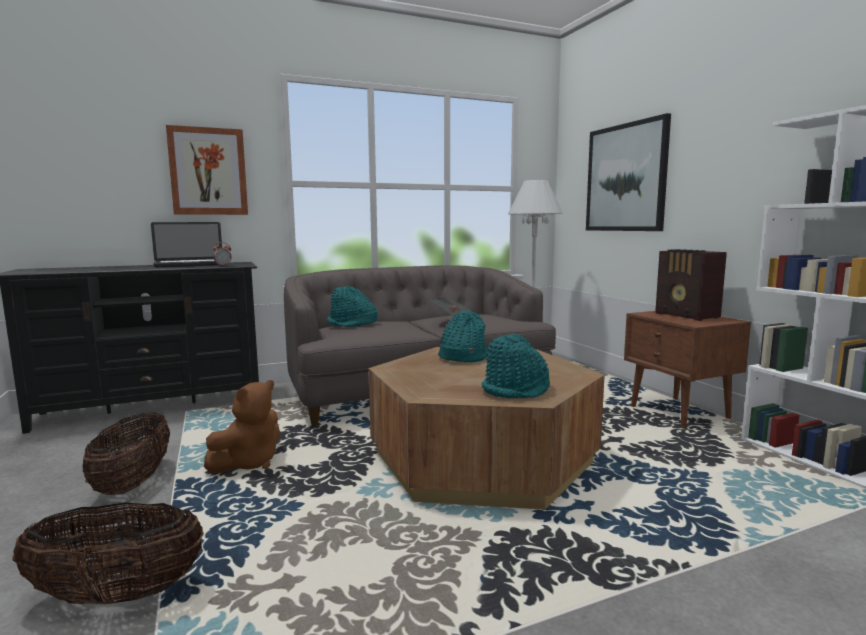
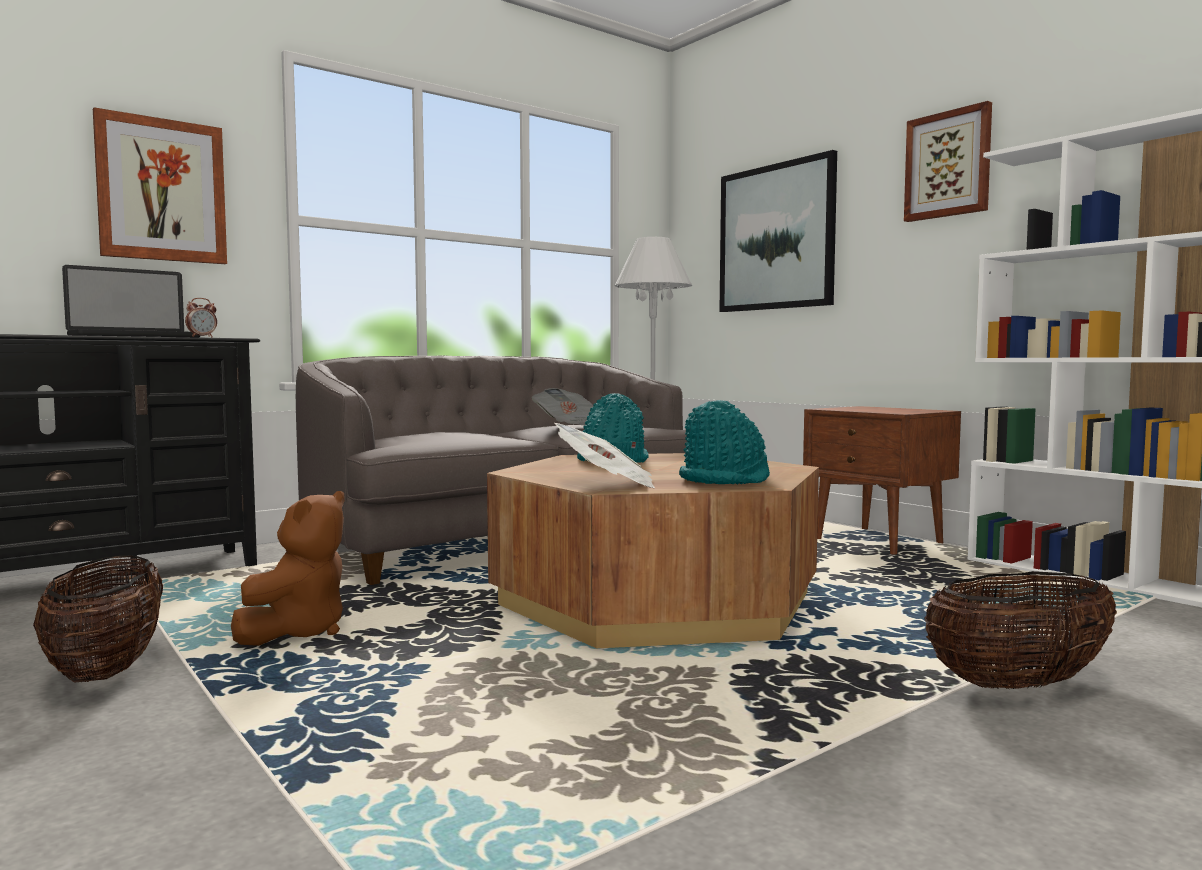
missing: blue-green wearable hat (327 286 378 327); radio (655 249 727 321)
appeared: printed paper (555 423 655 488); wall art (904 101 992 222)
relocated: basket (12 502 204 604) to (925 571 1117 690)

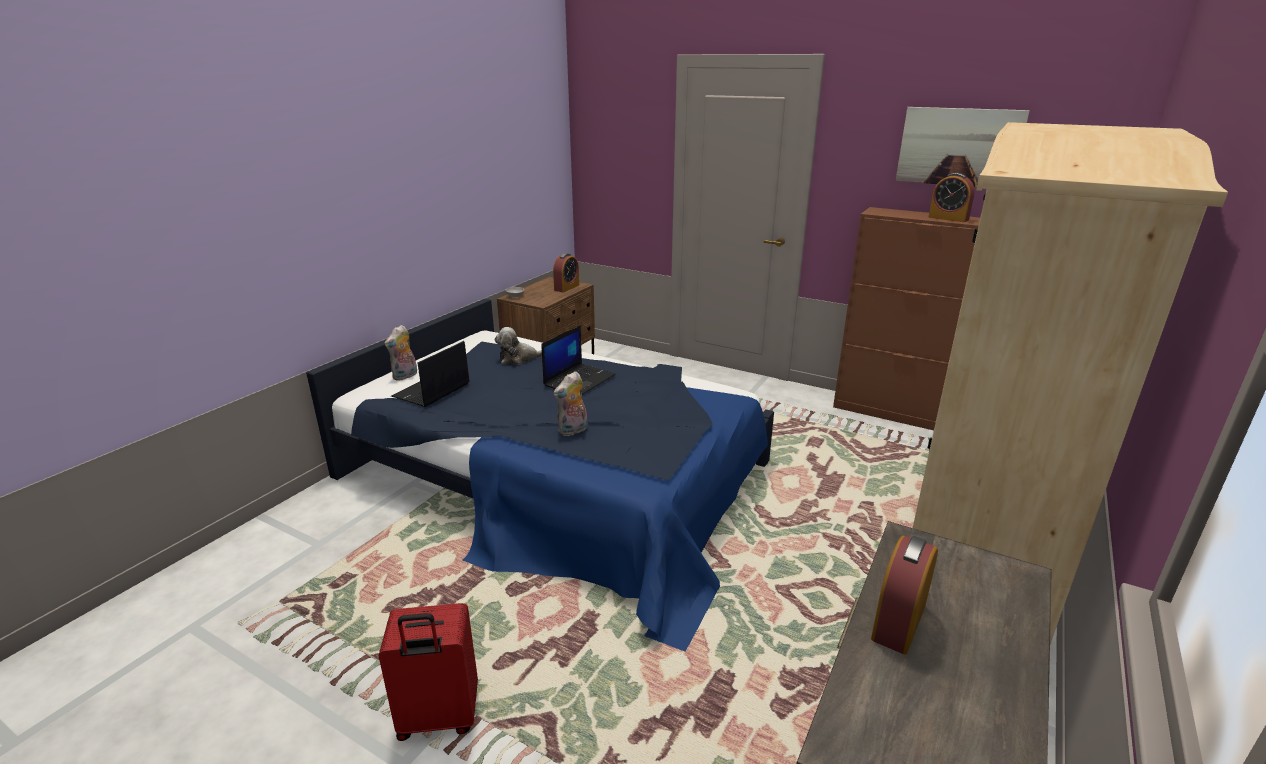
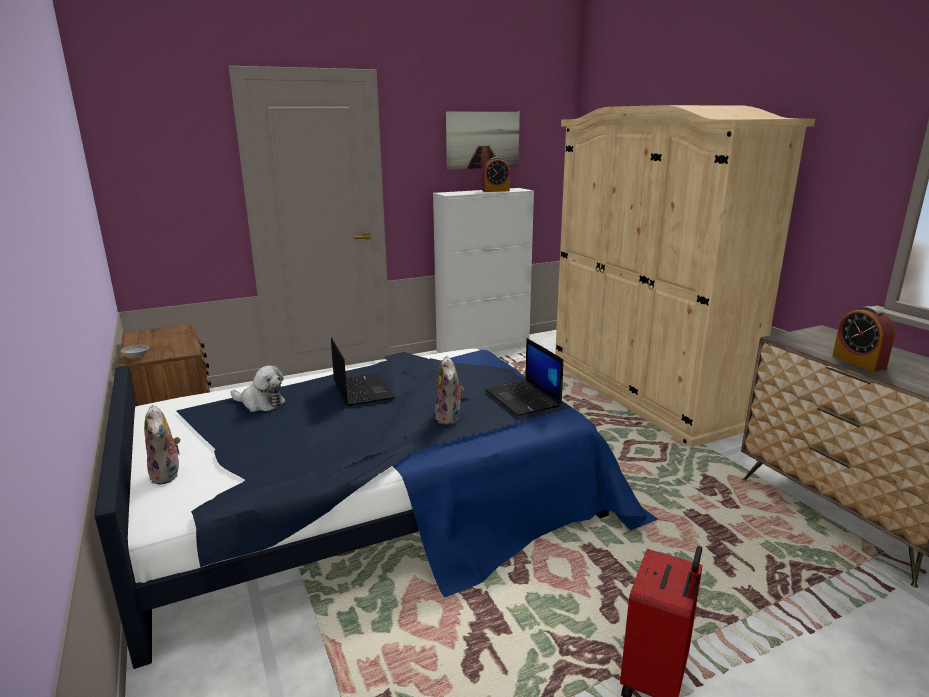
missing: table clock (553 253 579 292)
relocated: portable computer (391 341 470 407) to (485 338 563 416)
colour: brownish storage cabinet (833 207 980 430) to white storage cabinet (433 188 534 353)
spun: cuddly toy (495 327 542 365) = (230 365 286 412) 90 degrees counterclockwise

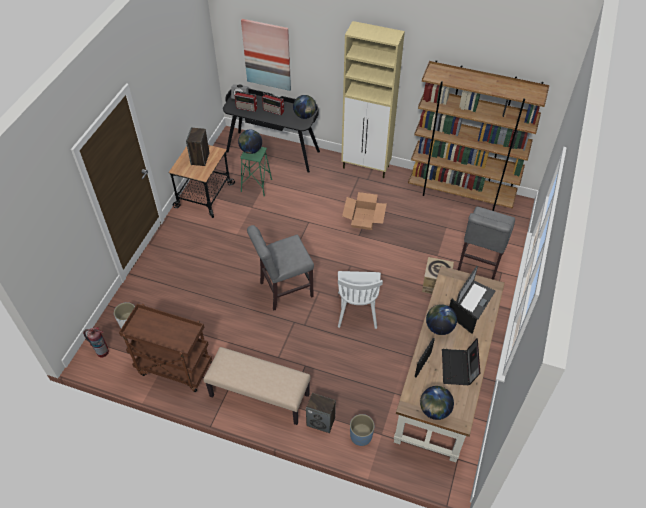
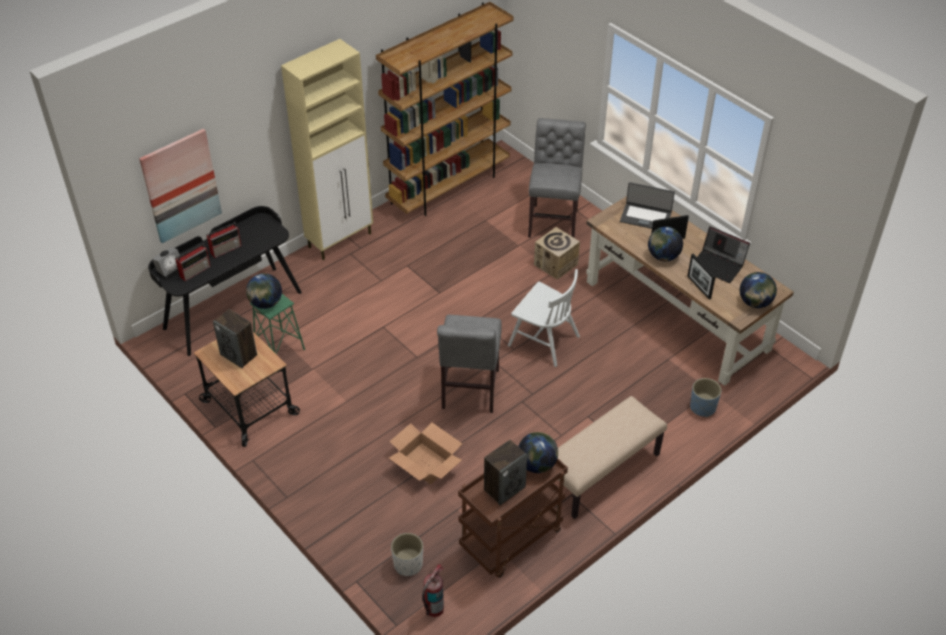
relocated: world globe (293 95 316 119) to (518 432 558 473); audio speaker (306 393 336 433) to (484 440 527 505); cardboard box (342 192 387 230) to (389 422 462 485)
spun: portable computer (456 266 495 319) = (620 182 675 229) 135 degrees clockwise; greyish chair (458 207 515 280) = (528 118 586 238) 135 degrees counterclockwise

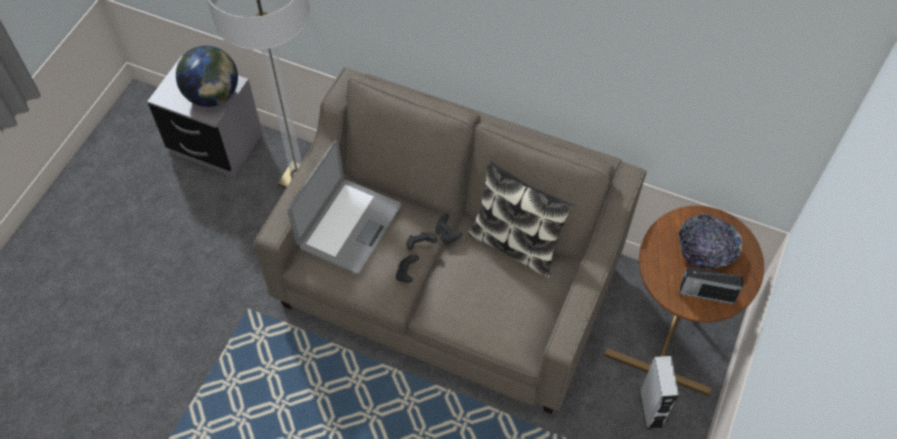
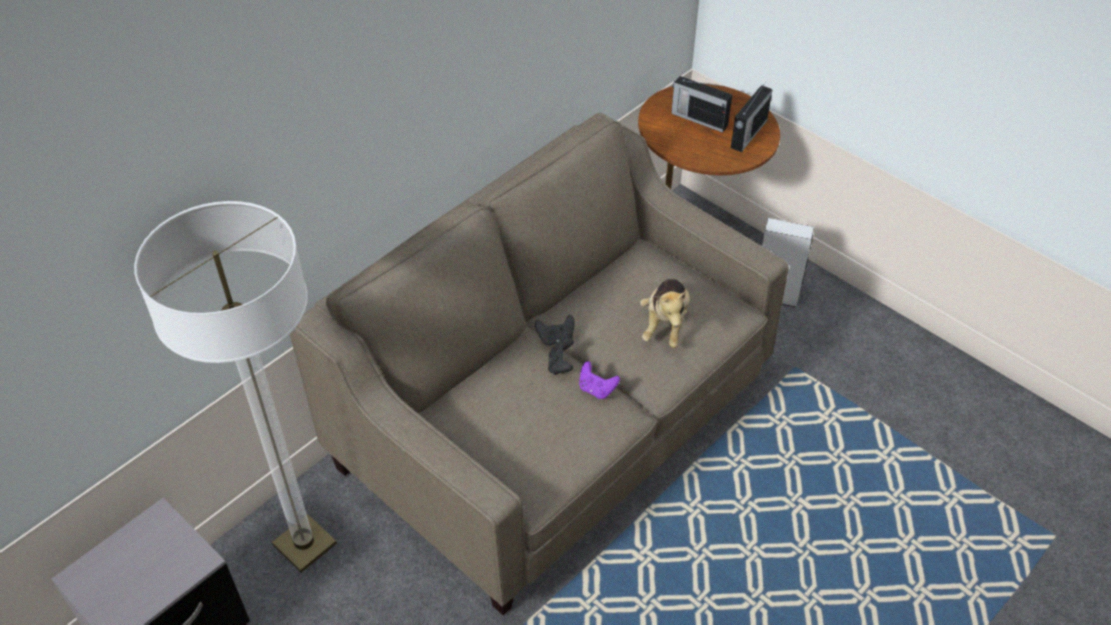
missing: world globe (176 46 238 107); portable computer (287 140 401 274); cushion (468 161 575 278)
appeared: cuddly toy (640 279 690 348)
exchanged: serving bowl (679 214 743 270) to radio (671 76 732 133)
colour: blackish gamepad (396 255 419 283) to purple gamepad (579 361 620 399)

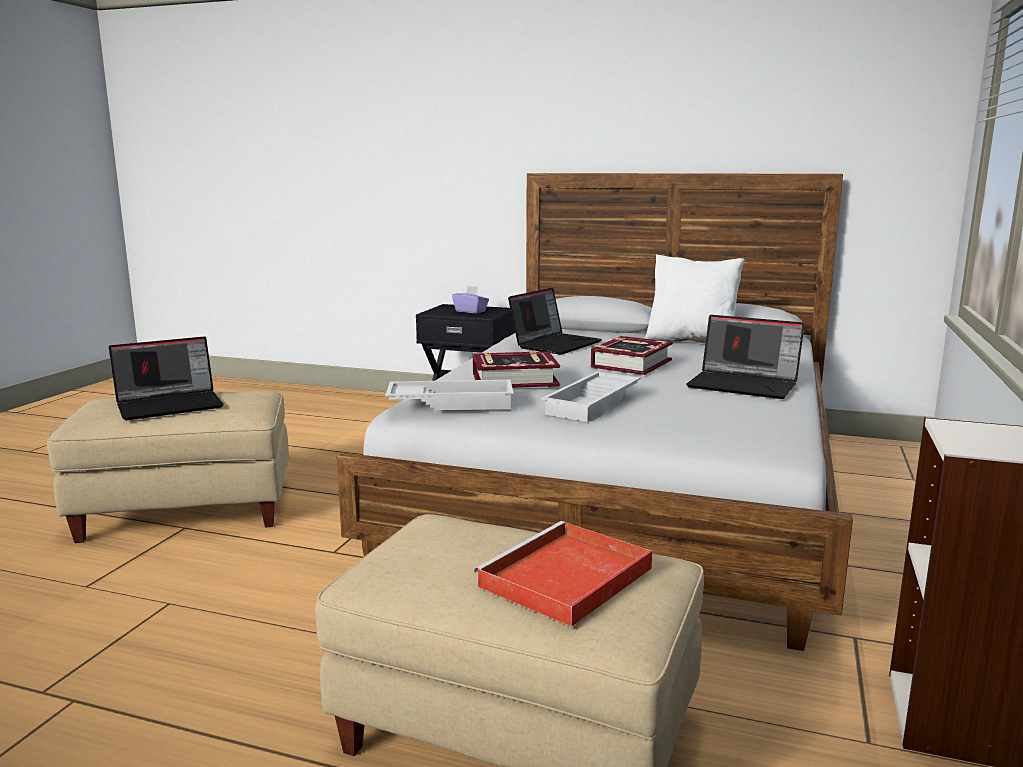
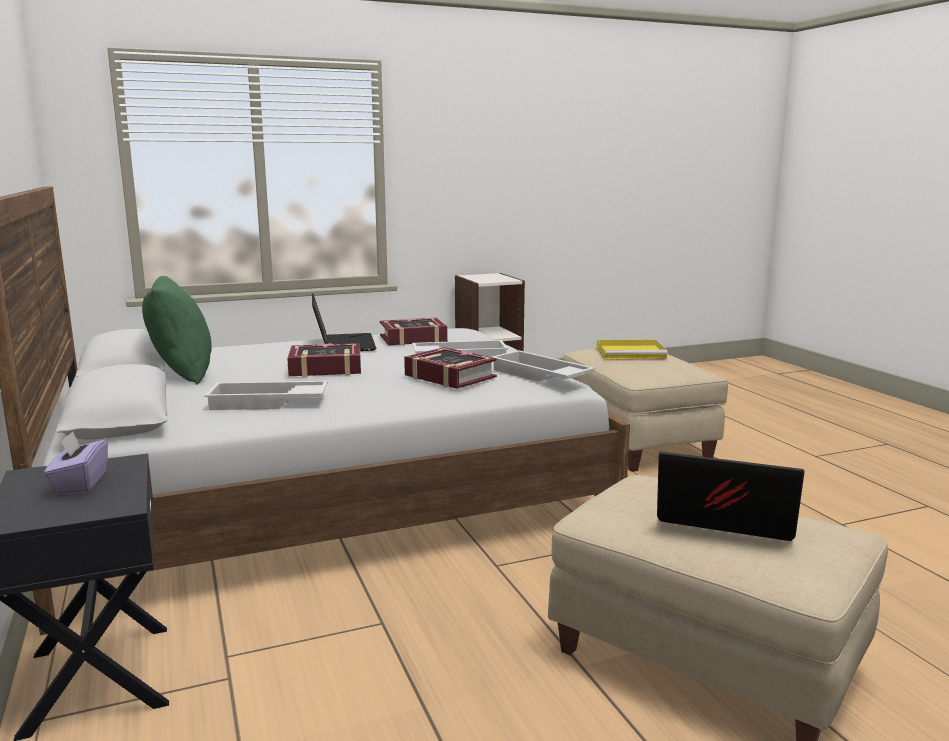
appeared: volume (380 318 448 346)
exchanged: portable computer (508 288 602 355) to white carrying tray (204 381 328 410)
colour: red carrying tray (474 521 652 627) to yellowish carrying tray (597 340 668 359); white cushion (644 254 745 343) to greenish cushion (142 276 212 385)

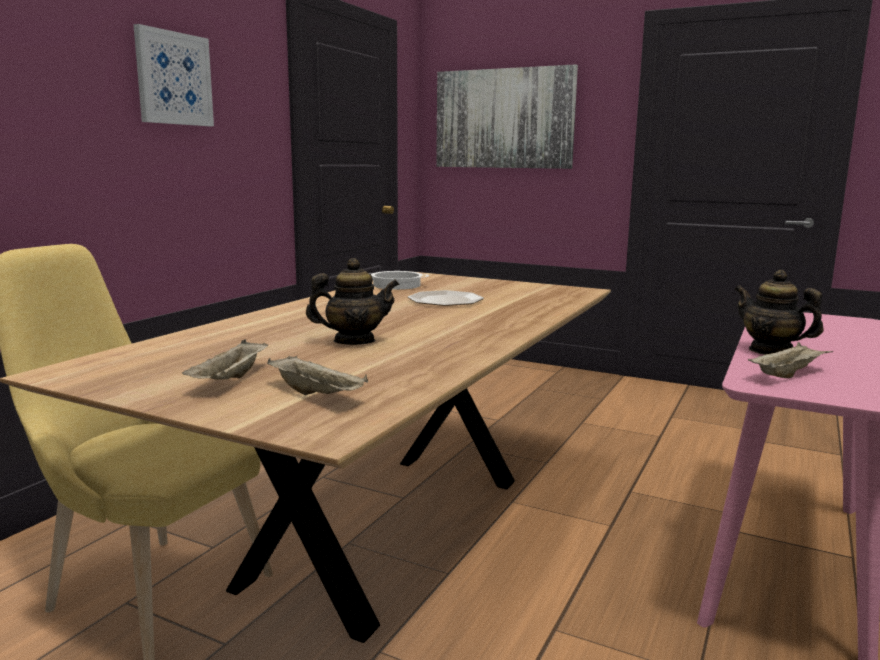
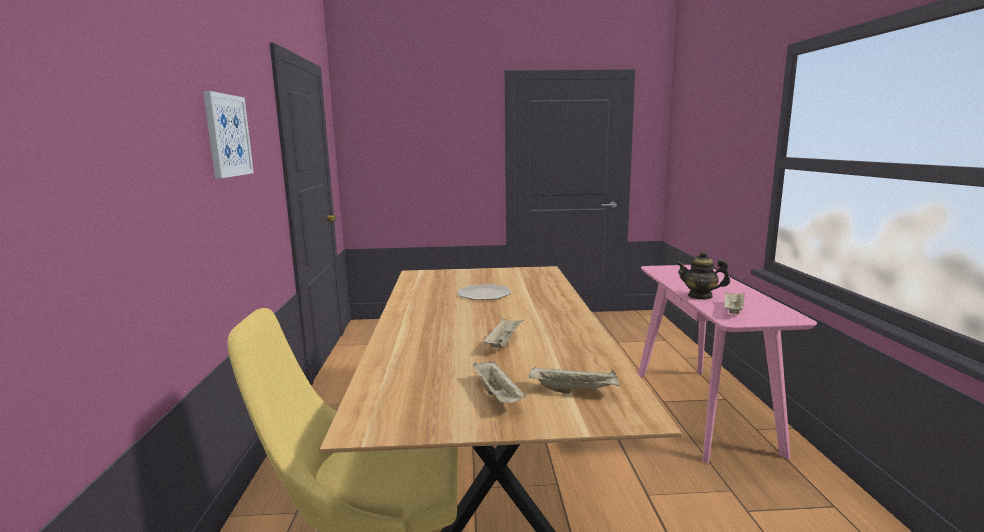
missing: stockpot (371 271 429 290); wall art (436 64 578 169)
exchanged: teapot (306 258 399 345) to beige carrying tray (483 317 523 348)

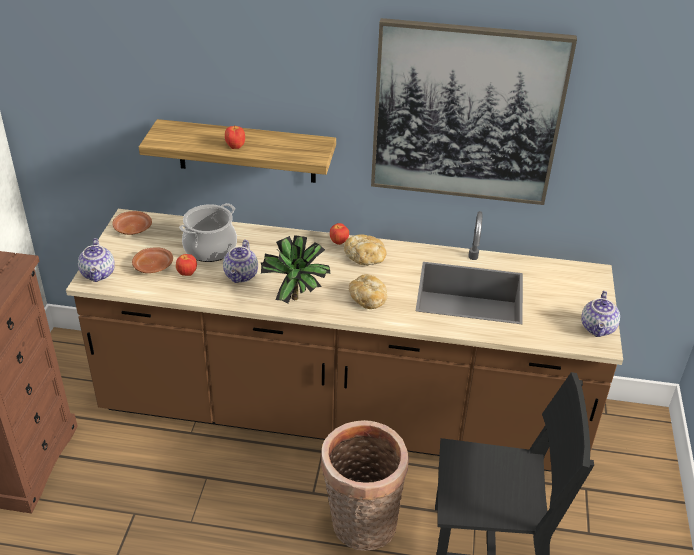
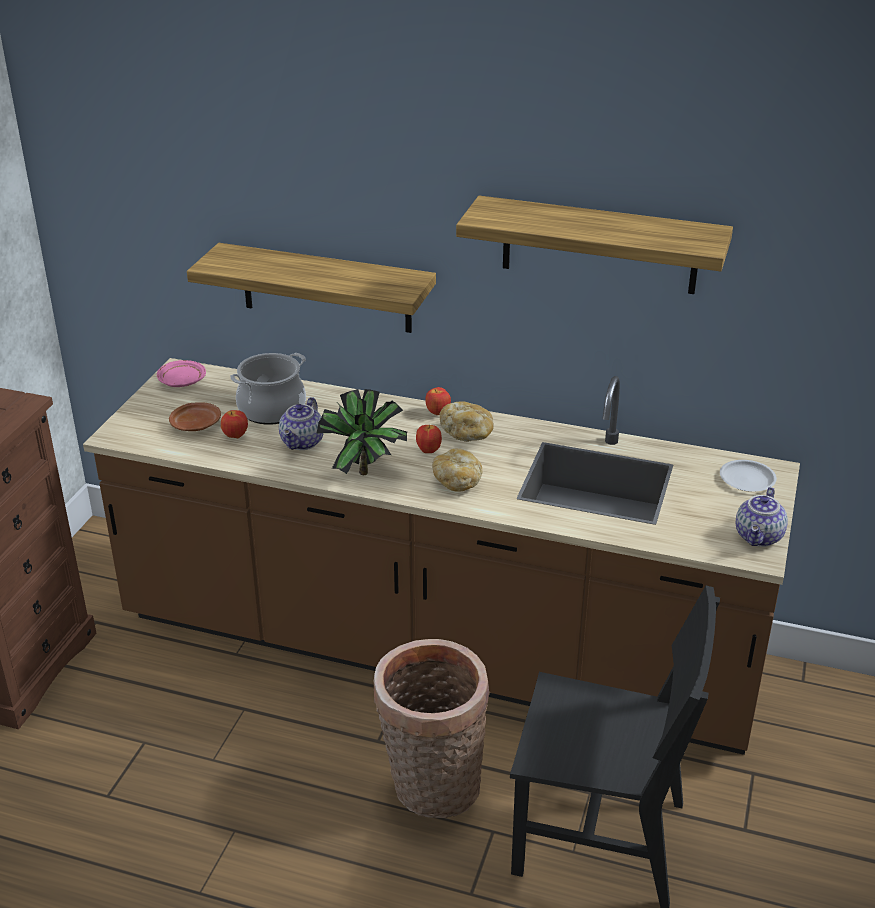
missing: teapot (78 238 115 282)
appeared: white flat dish (720 460 777 492)
relocated: apple fruit (225 126 245 149) to (416 424 442 453)
exchanged: wall art (371 18 577 205) to wall shelf (456 196 733 294)
colour: brownish flat dish (112 211 152 235) to pink-coloured flat dish (157 360 206 387)

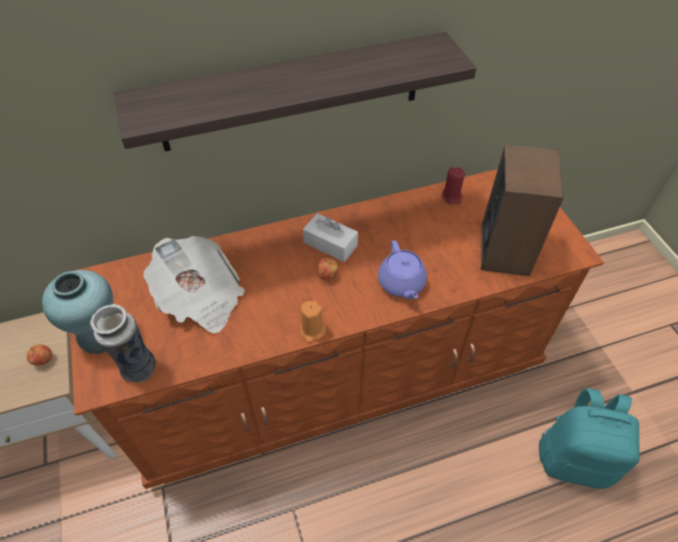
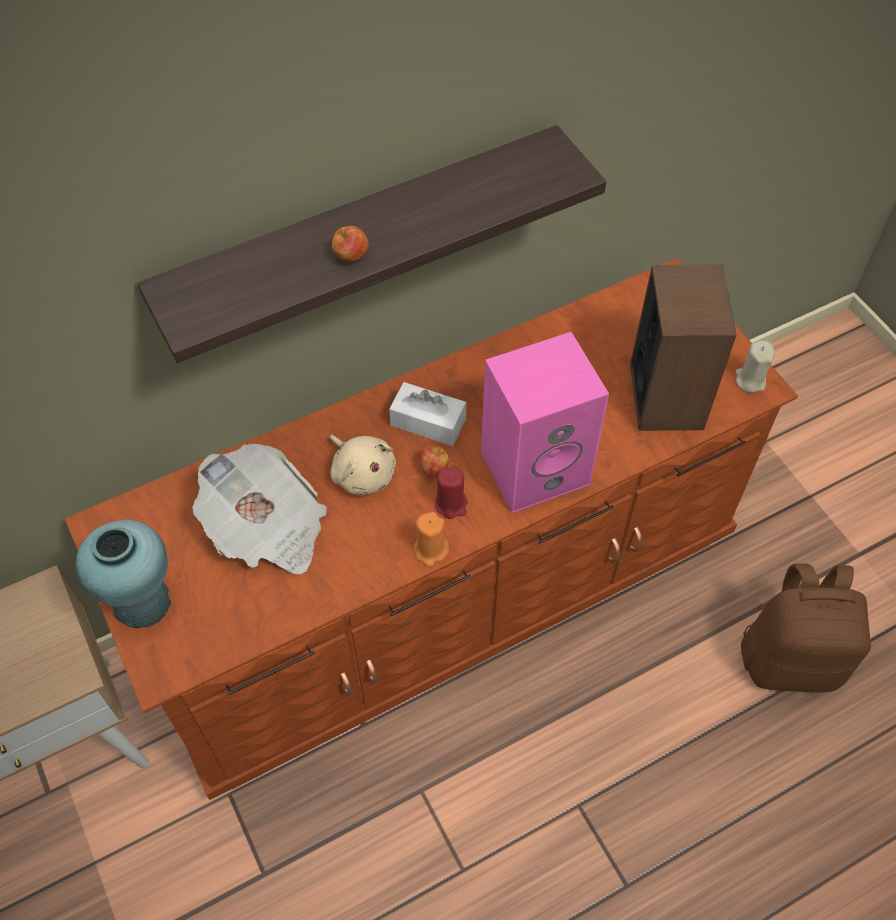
missing: vase (90 304 156 382)
appeared: beige cuddly toy (330 435 396 496); beige wax candle (736 341 775 393)
relocated: apple fruit (27 344 52 366) to (332 226 369 262); red wax candle (441 167 465 204) to (435 466 468 519)
exchanged: purple teapot (378 240 427 300) to pink-coloured audio speaker (481 332 609 513)
colour: blue-green rucksack (539 388 640 489) to brownish rucksack (741 563 871 693)

